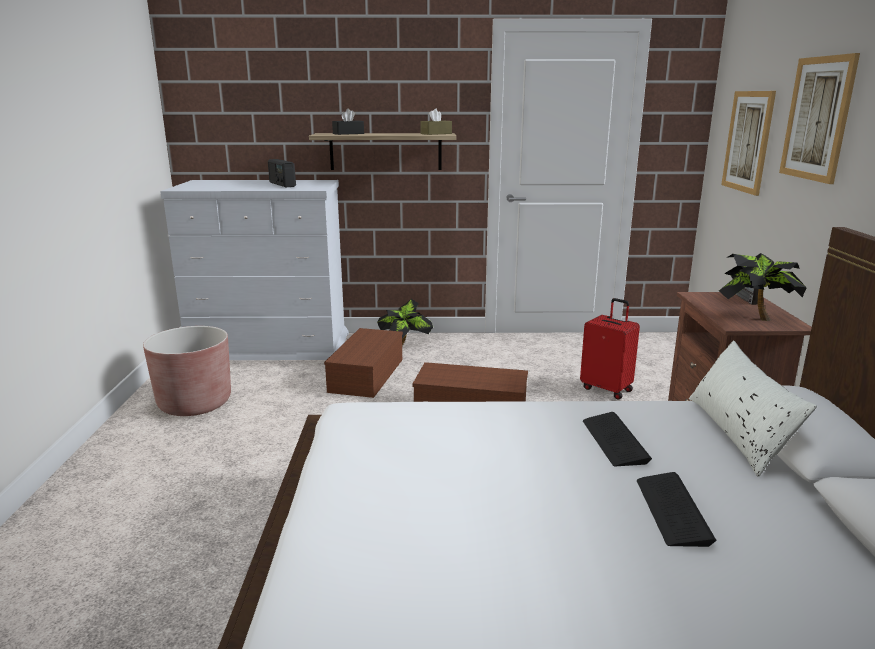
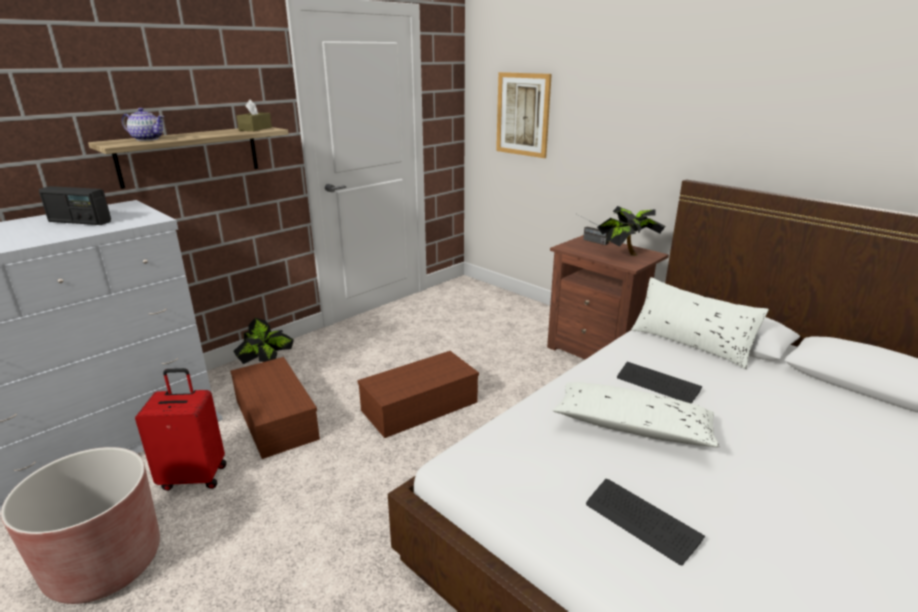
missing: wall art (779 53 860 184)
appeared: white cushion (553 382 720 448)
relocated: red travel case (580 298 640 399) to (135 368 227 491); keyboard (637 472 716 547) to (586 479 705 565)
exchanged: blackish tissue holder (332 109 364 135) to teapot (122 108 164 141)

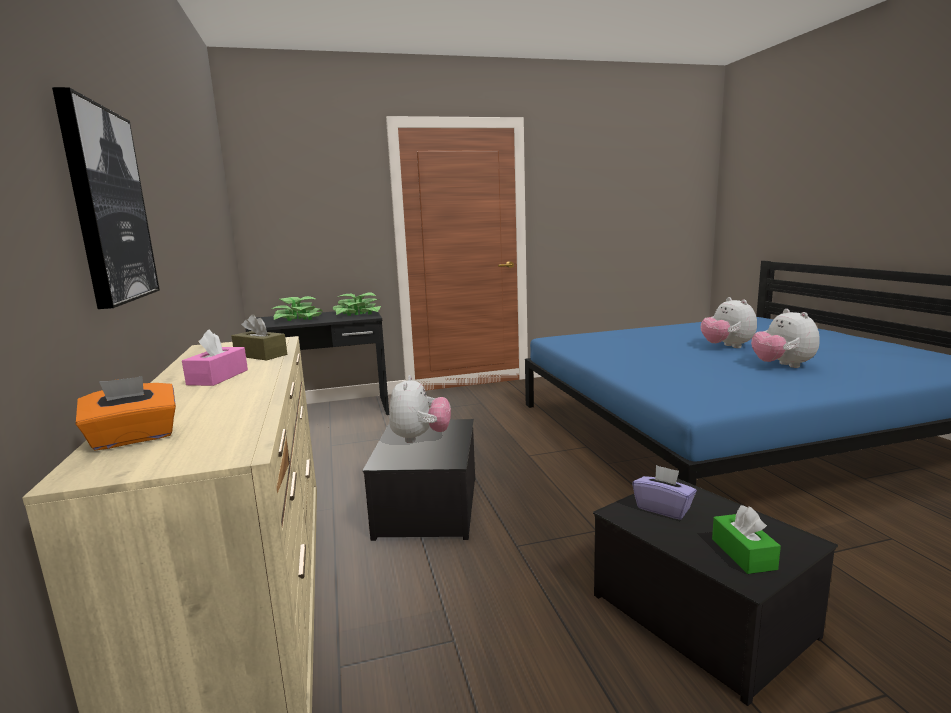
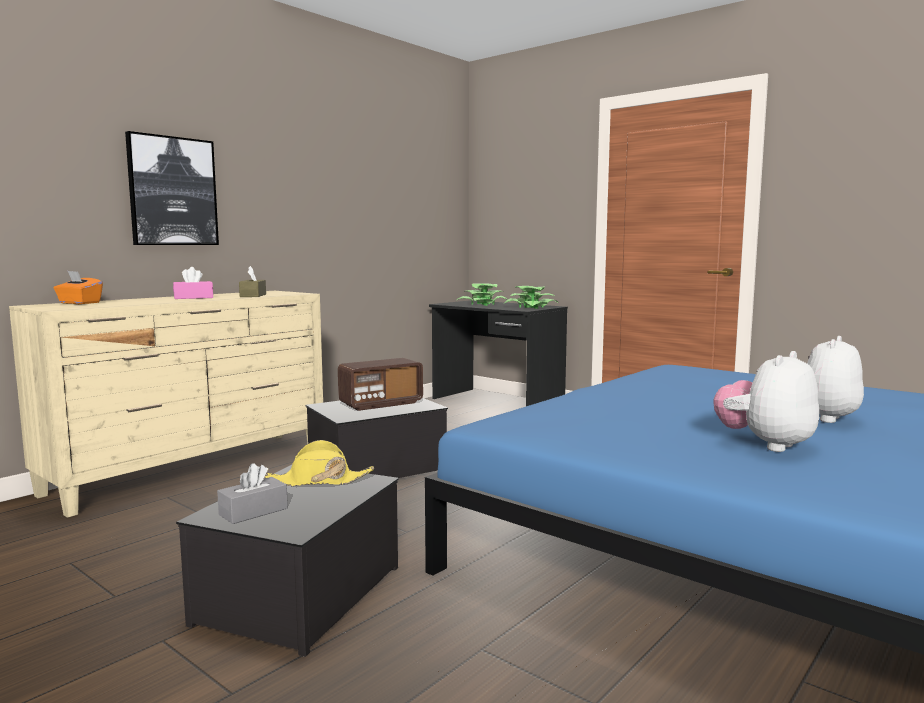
exchanged: cuddly toy (389 375 451 443) to radio (338 358 423 411); purple tissue holder (632 465 697 520) to yellowish wearable hat (264 440 374 486)
colour: greenish tissue holder (712 505 781 574) to greyish tissue holder (217 463 288 524)

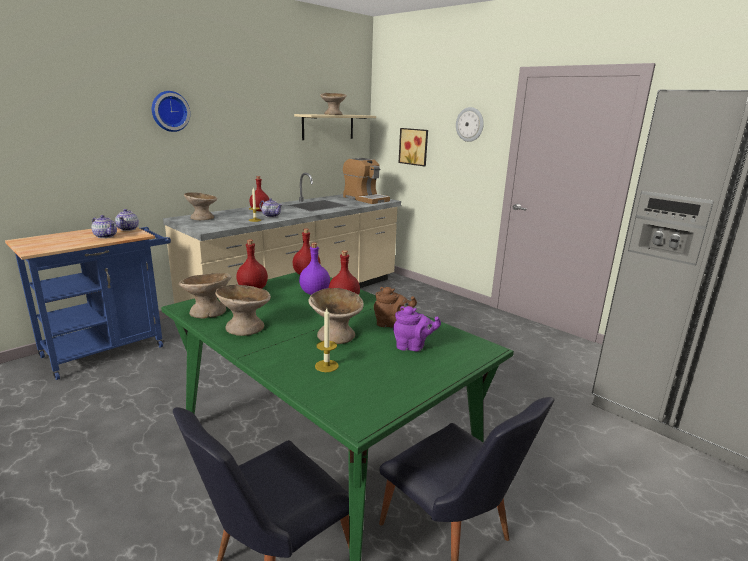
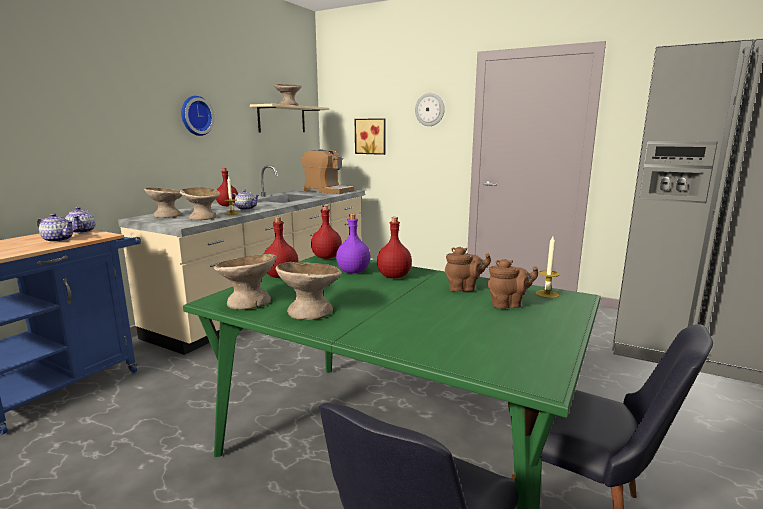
relocated: wall clock (152 91 190 132) to (181 96 215 136); beige serving bowl (309 288 364 344) to (180 187 220 220); wax candle (315 308 339 372) to (536 236 560 298)
colour: purple teapot (393 306 441 351) to brownish teapot (488 259 538 309)

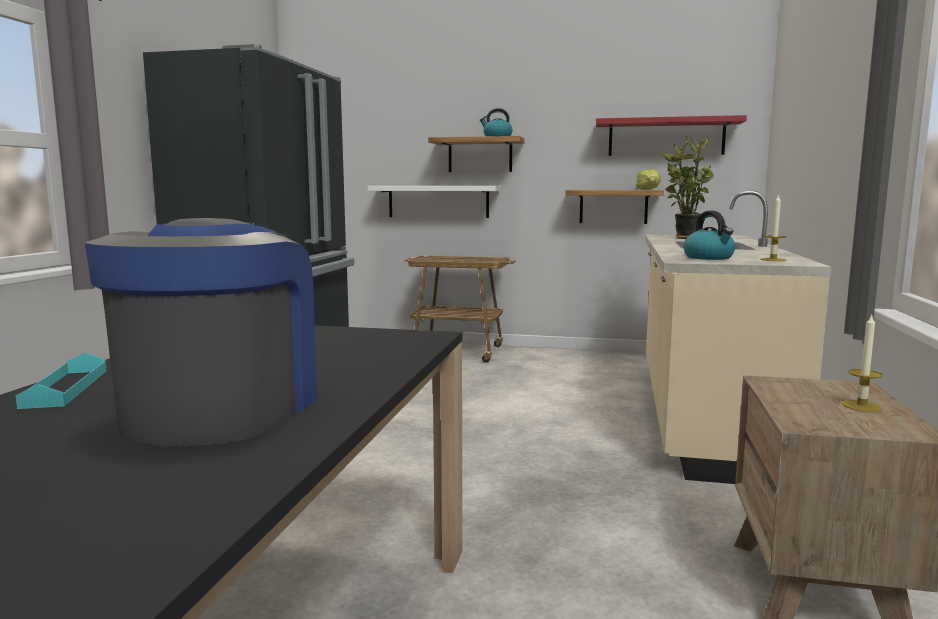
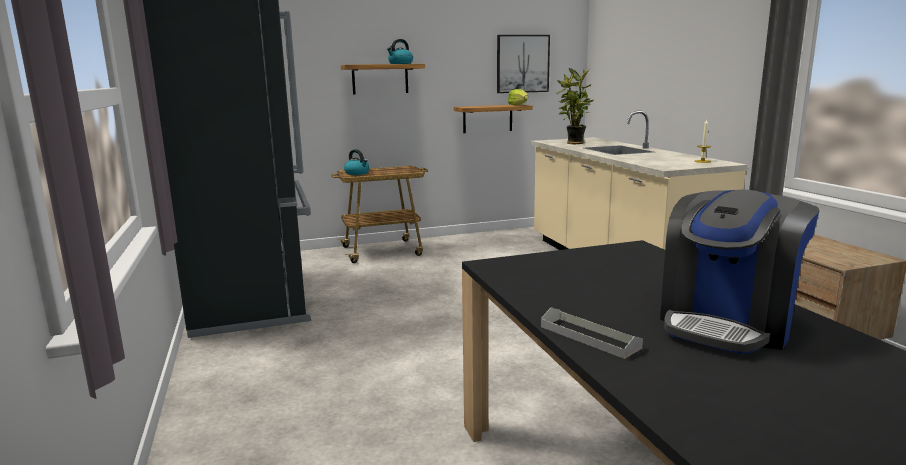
missing: white wall shelf (368 186 501 218); wax candle (842 314 883 412)
relocated: tea kettle (683 211 735 260) to (344 149 369 175)
exchanged: red wall shelf (596 115 747 156) to wall art (497 35 550 93)
colour: blue-green carrying tray (15 353 106 409) to greyish carrying tray (541 308 643 359)
spun: coffee brewer (85 218 318 446) = (660 189 820 354) 120 degrees counterclockwise

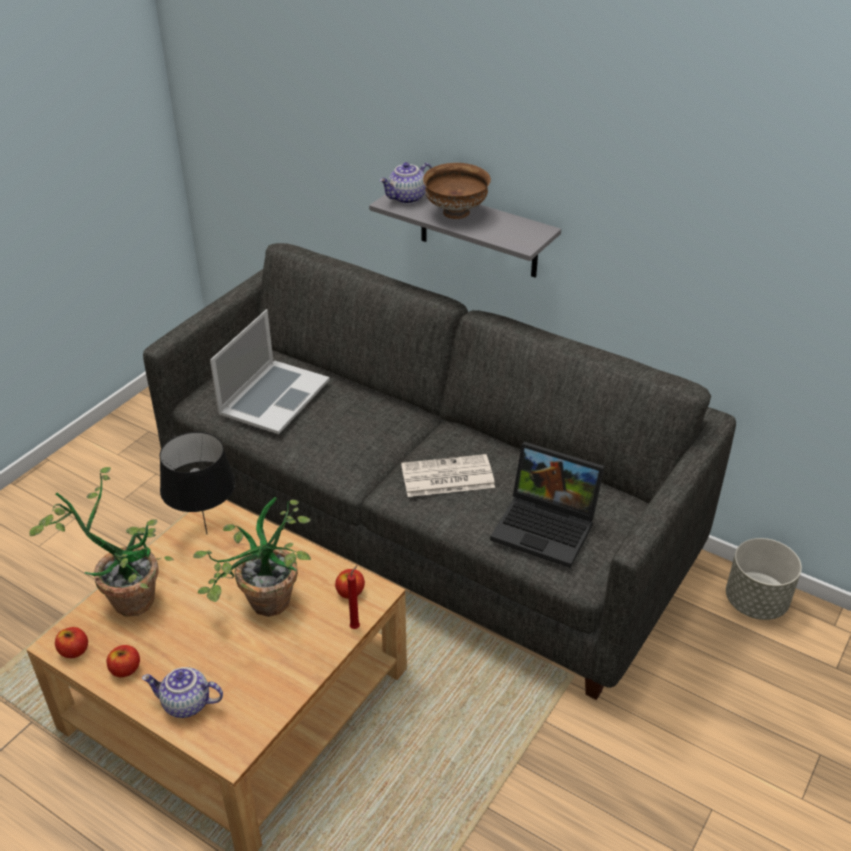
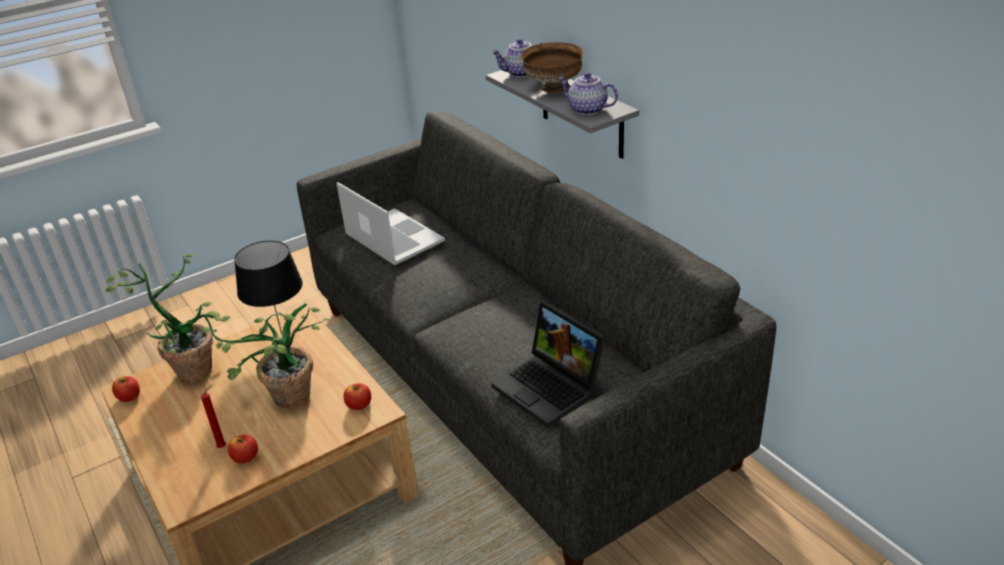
missing: printed paper (401 454 495 497); greyish flower pot (726 538 802 620)
relocated: apple fruit (107 645 140 677) to (228 435 258 463); teapot (142 667 223 718) to (558 72 618 115); red wax candle (347 566 360 629) to (201 386 226 448)
spun: portable computer (210 309 330 434) = (337 182 445 265) 90 degrees counterclockwise

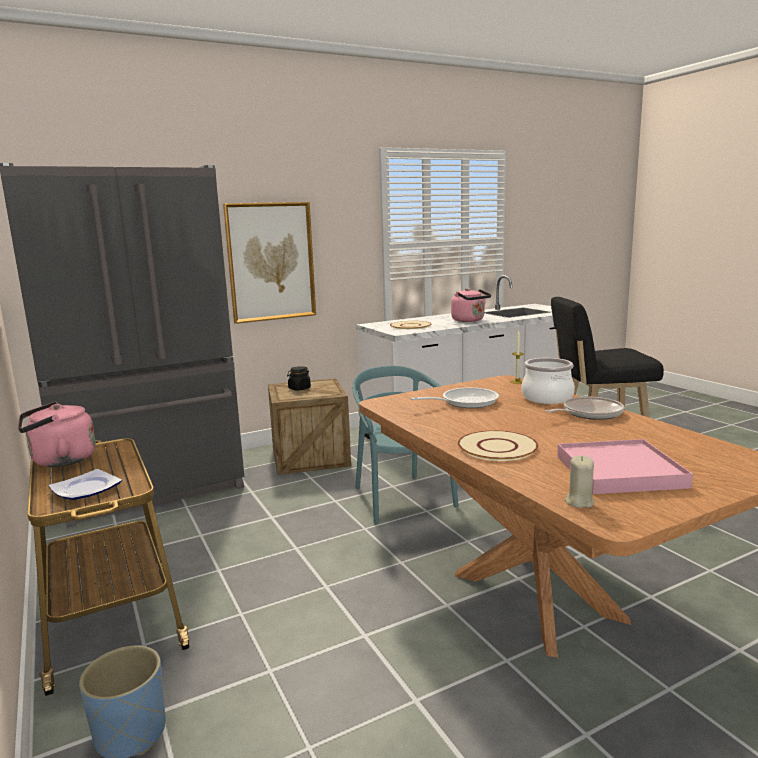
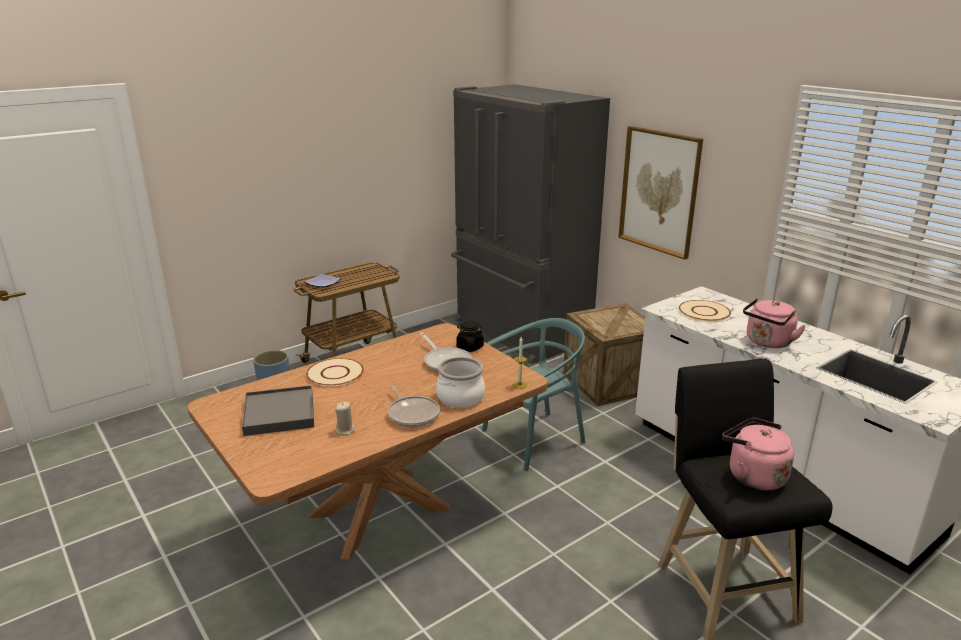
relocated: pink-coloured tea kettle (18 402 96 467) to (722 418 794 490); blackish preserve jar (287 366 311 390) to (456 320 484 352); beige wax candle (565 455 594 508) to (335 402 355 435)
colour: pink-coloured carrying tray (557 439 693 494) to greyish carrying tray (242 385 314 436)

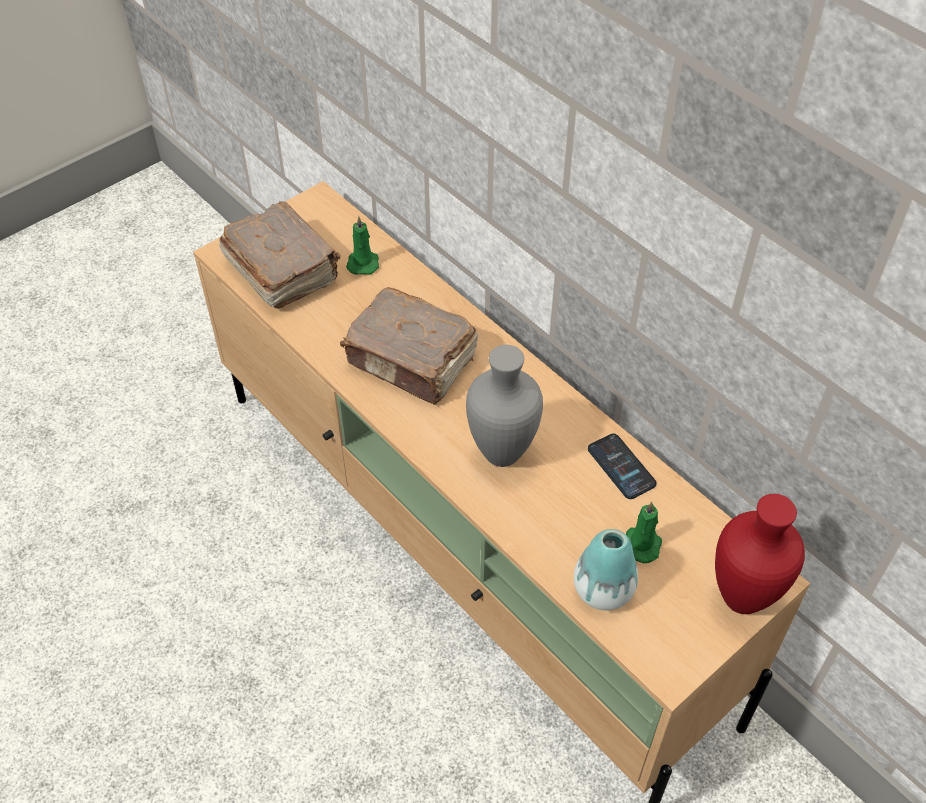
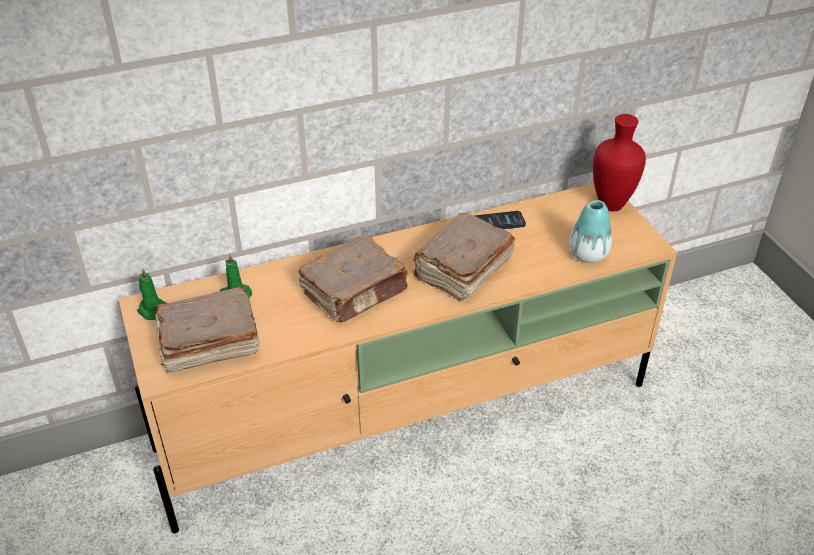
relocated: greenish wax candle (626 502 662 563) to (137 267 166 320)
exchanged: greyish vase (466 345 543 467) to brownish volume (413 212 515 301)

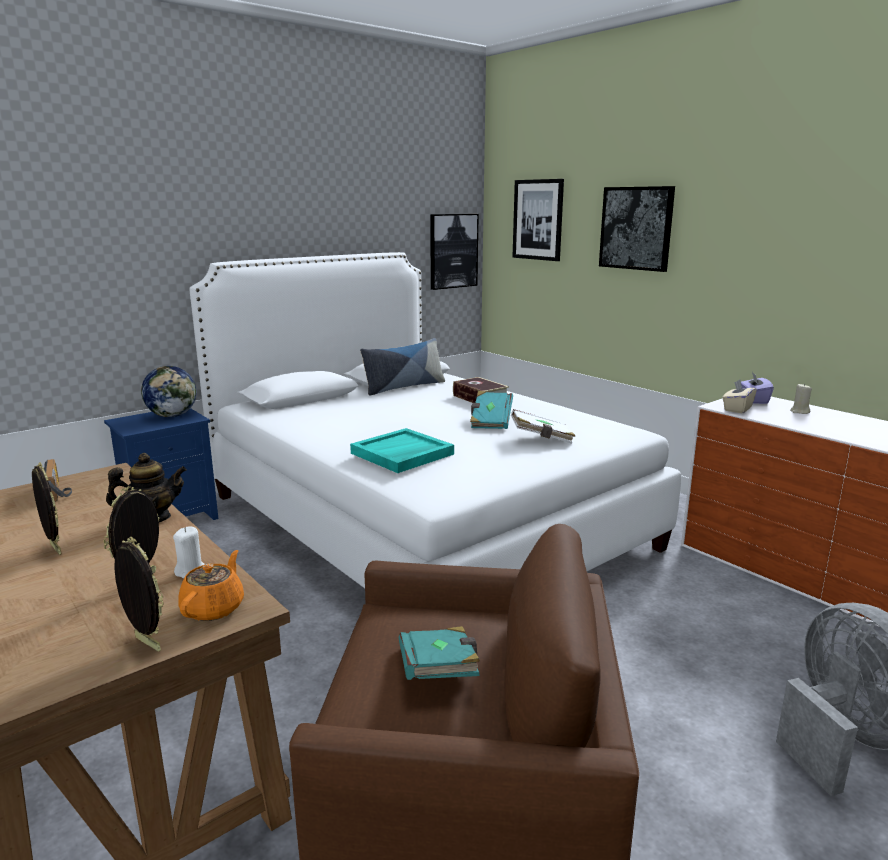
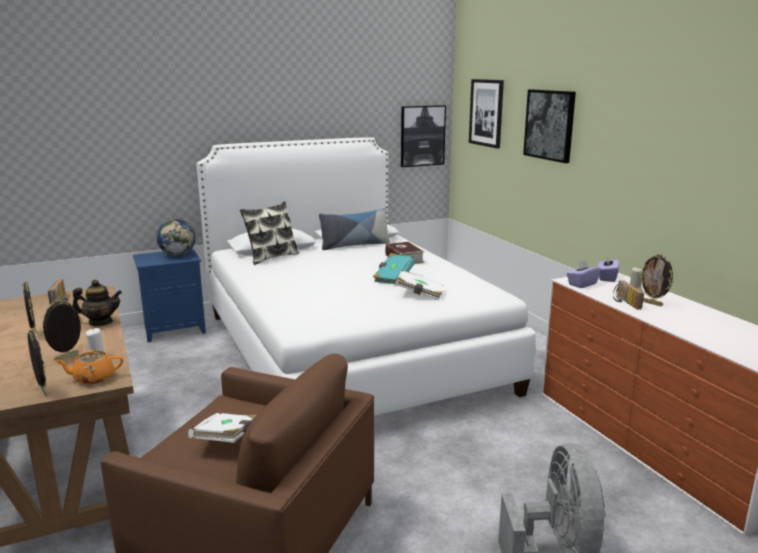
missing: blue-green carrying tray (350 428 454 473)
appeared: cushion (240 201 299 265); radio (613 280 644 310); picture frame (639 253 674 306)
colour: blue-green volume (399 626 480 680) to white volume (188 413 257 443); beige tissue holder (722 380 757 413) to purple tissue holder (567 259 601 288)
spun: orange teapot (178 550 244 621) = (55 350 123 384) 135 degrees counterclockwise

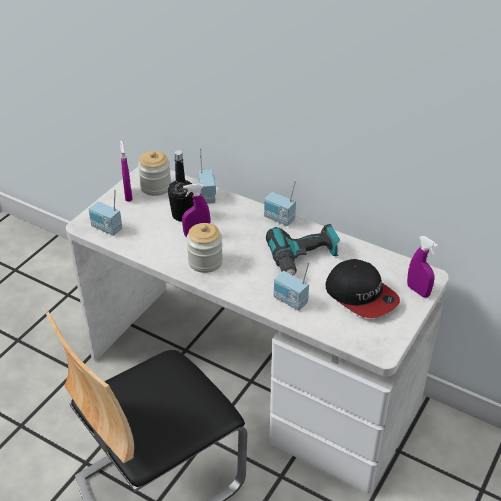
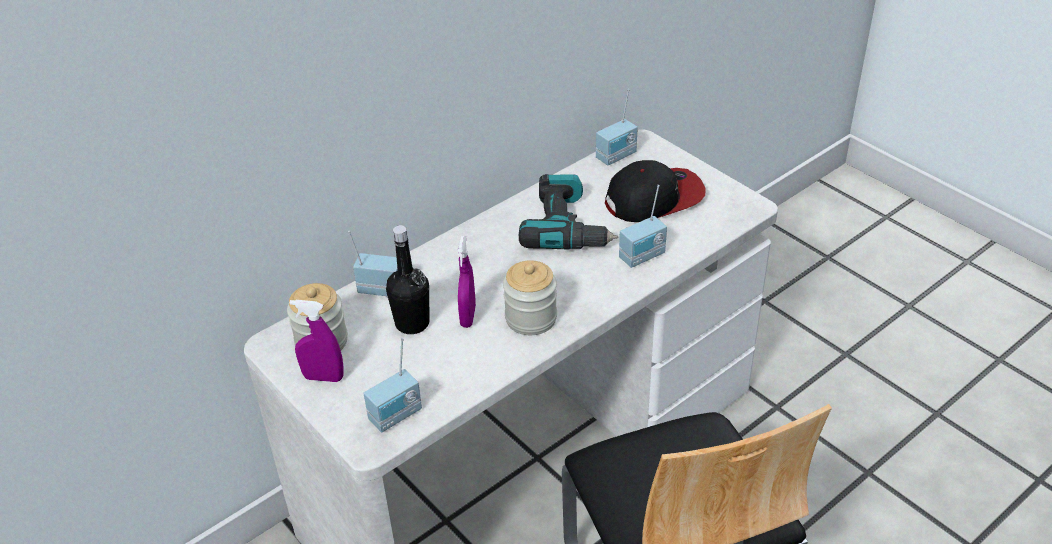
missing: purple sprayer (407 236 438 297)
relocated: radio (264 180 296 226) to (596 89 638 165)

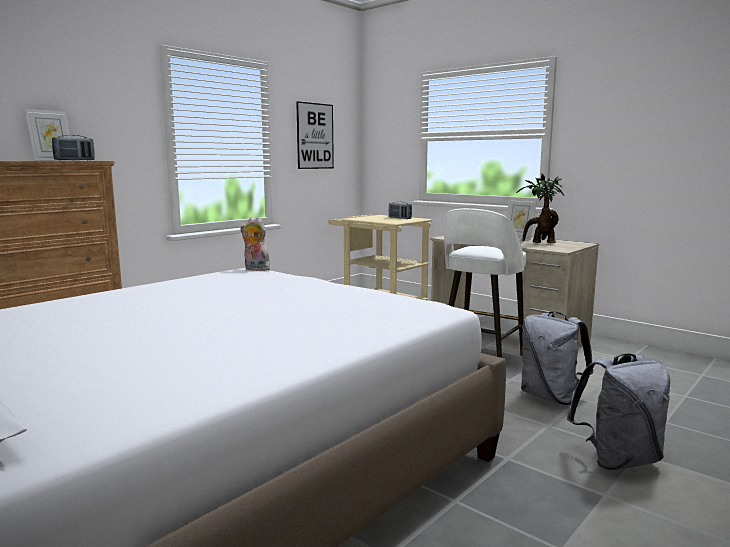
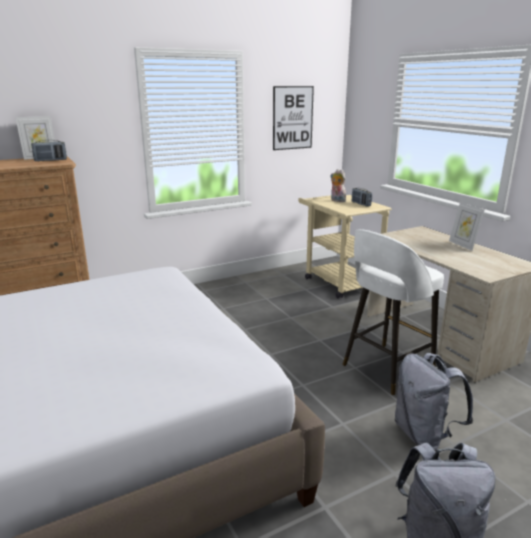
missing: plant in a pot (517 174 564 243)
relocated: cuddly toy (240 217 270 271) to (330 169 346 202)

